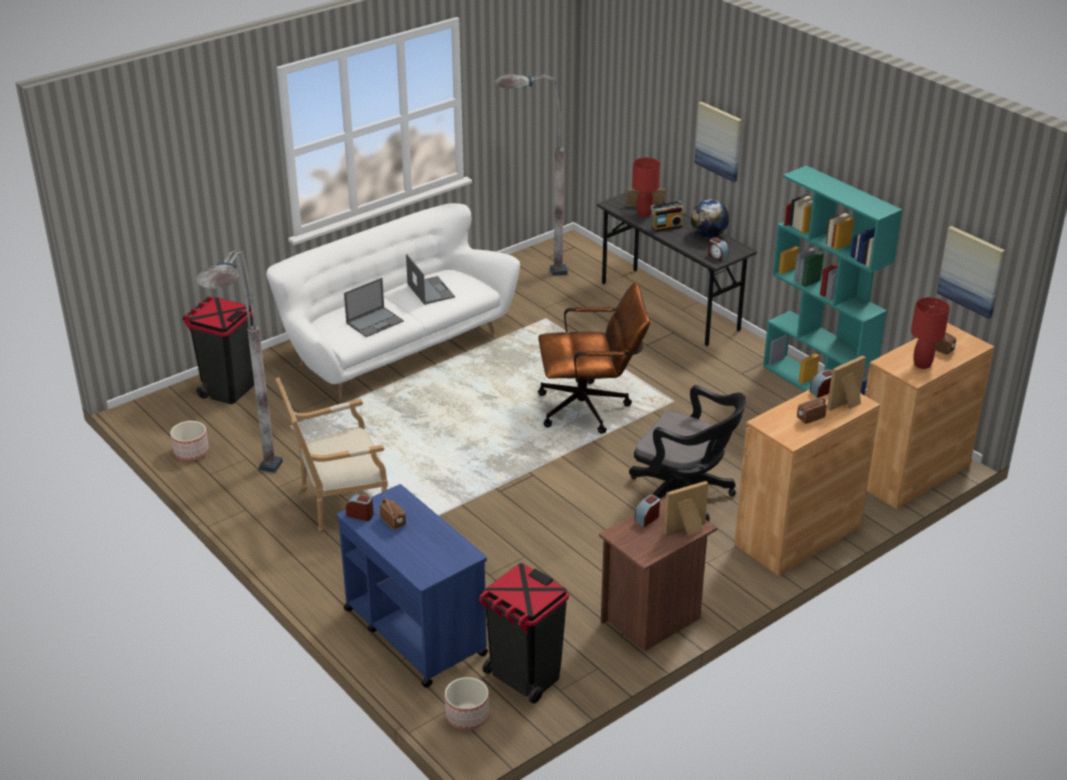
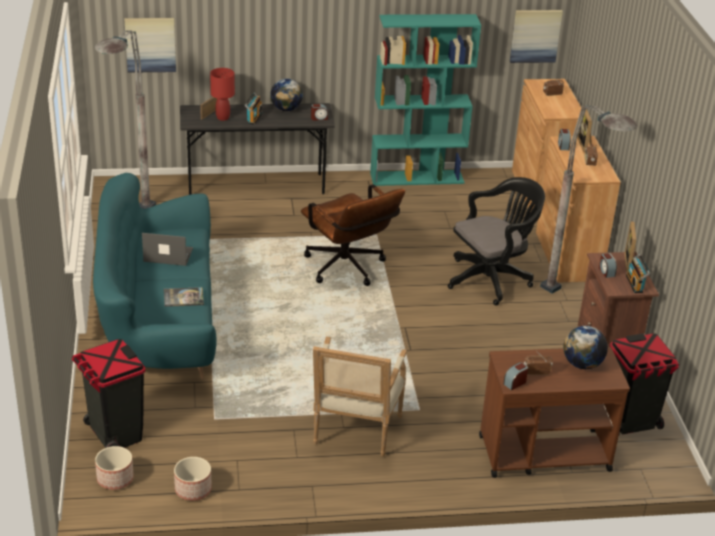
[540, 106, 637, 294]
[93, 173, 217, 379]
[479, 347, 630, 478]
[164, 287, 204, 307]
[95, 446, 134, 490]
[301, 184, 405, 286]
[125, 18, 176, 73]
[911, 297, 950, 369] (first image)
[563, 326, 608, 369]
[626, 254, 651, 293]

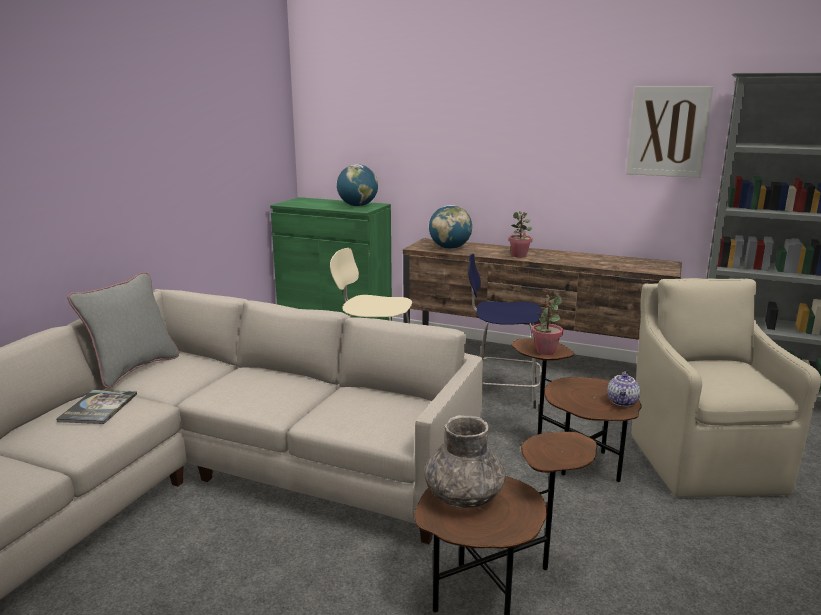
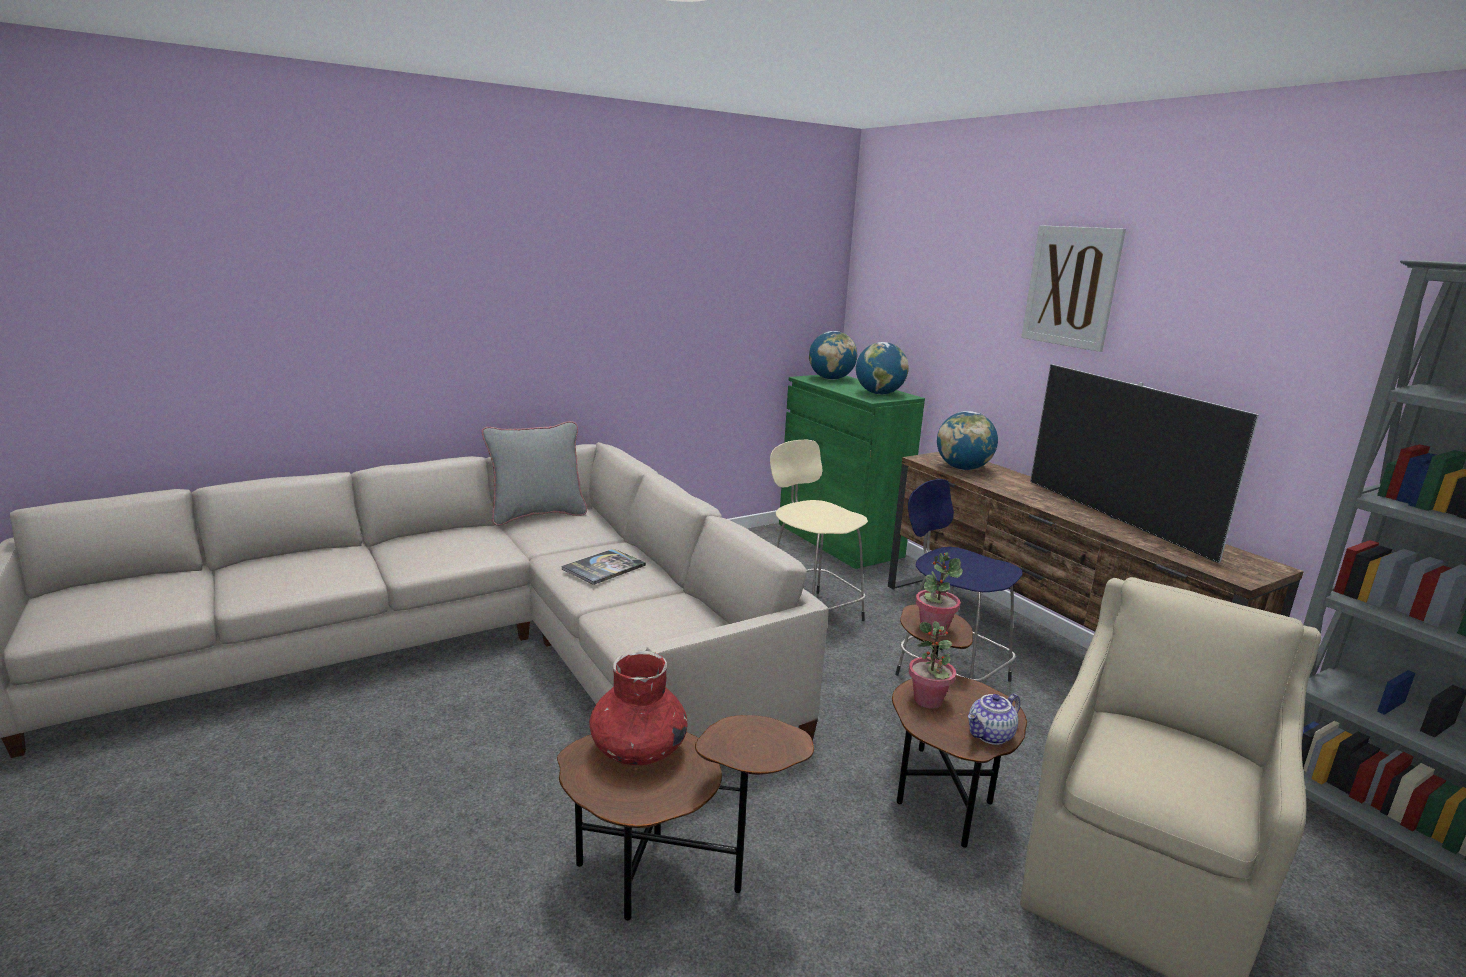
[561, 549, 646, 585]
[589, 651, 687, 765]
[909, 621, 956, 709]
[1021, 225, 1126, 352]
[809, 331, 857, 380]
[1030, 364, 1259, 563]

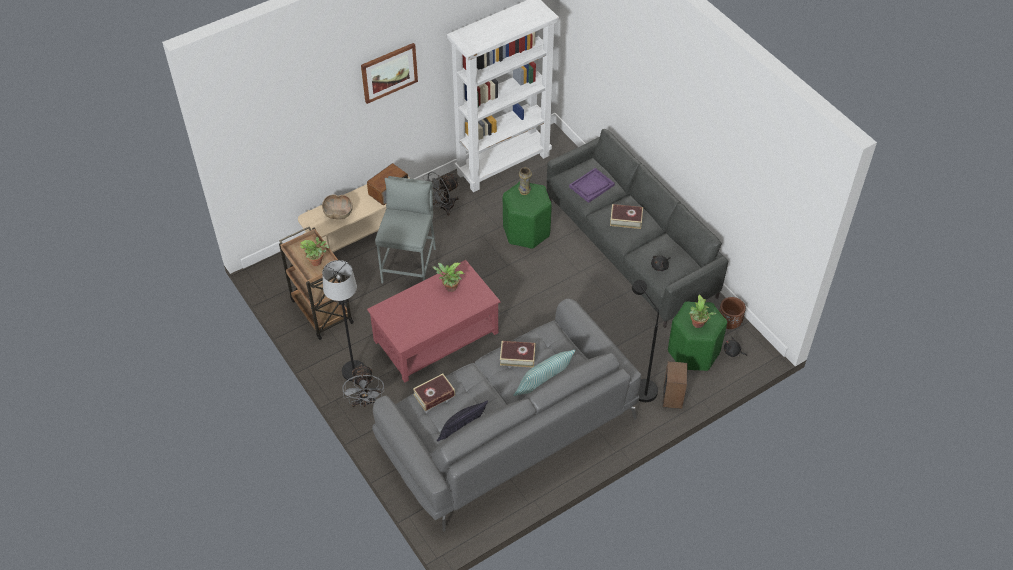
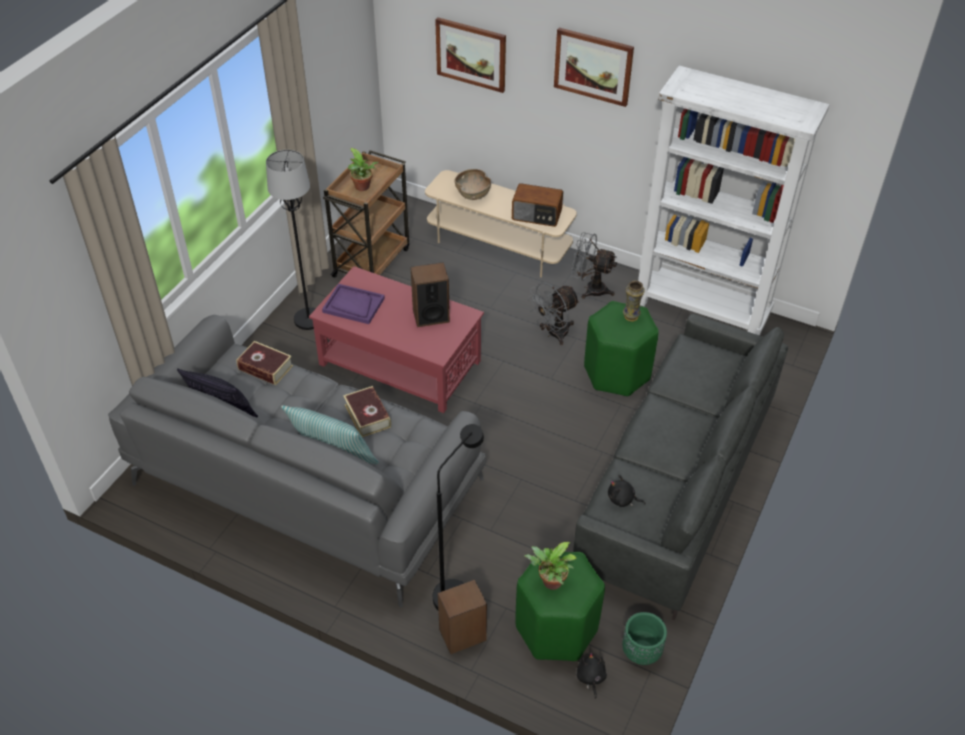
[527, 282, 580, 345]
[375, 176, 436, 283] (first image)
[410, 262, 450, 327]
[322, 284, 385, 324]
[610, 204, 643, 229] (first image)
[622, 612, 667, 665]
[435, 17, 506, 93]

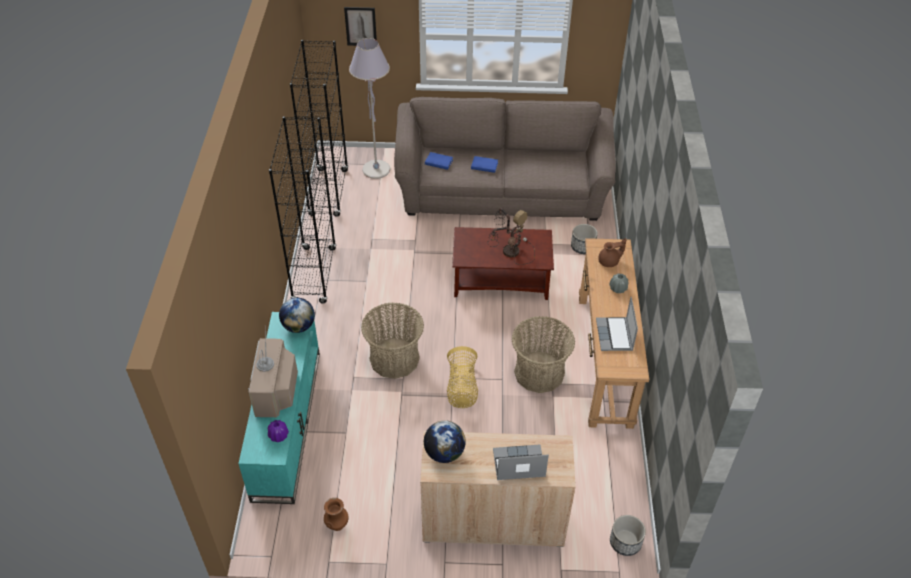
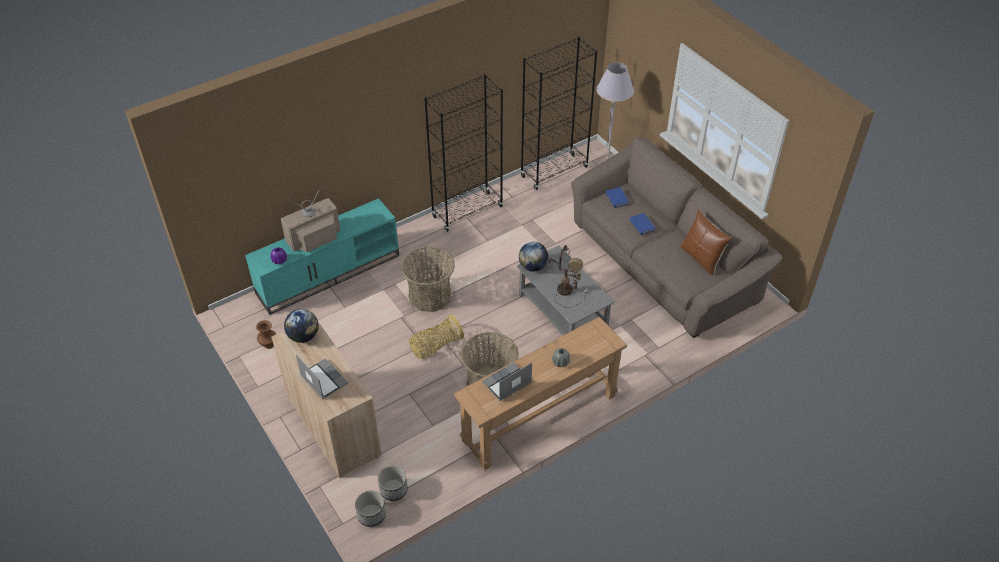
[519, 242, 548, 272]
[344, 7, 377, 46] (first image)
[517, 246, 615, 336]
[378, 466, 408, 501]
[598, 238, 627, 267] (first image)
[680, 209, 732, 275]

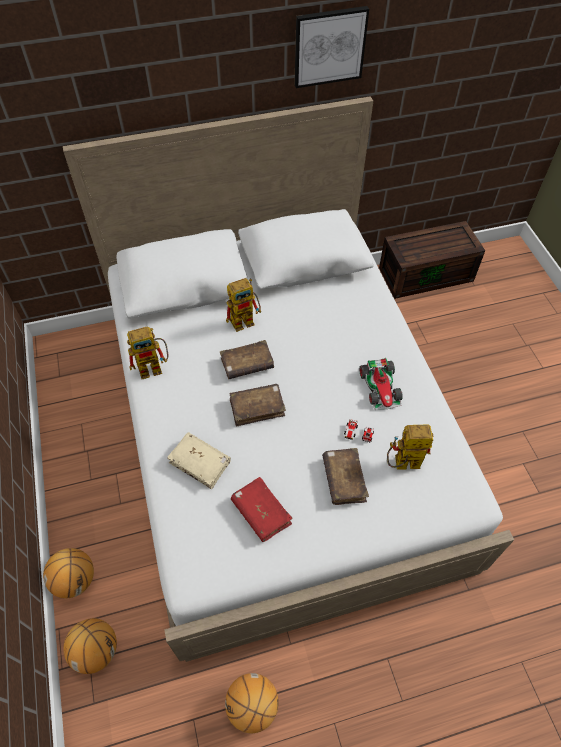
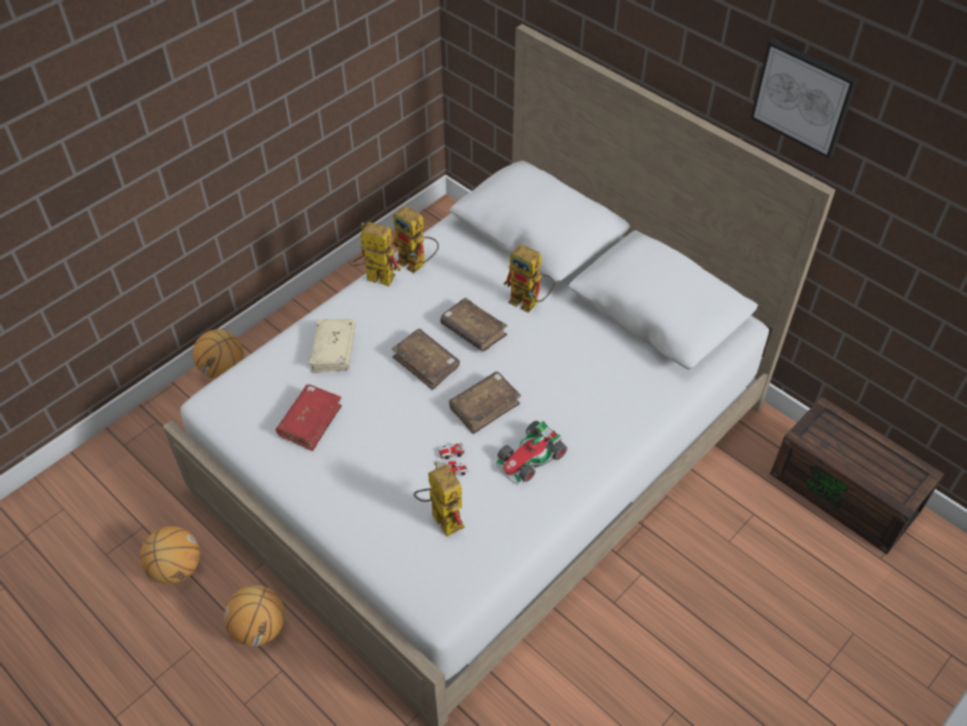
[224, 585, 285, 646]
[449, 372, 521, 434]
[349, 222, 401, 286]

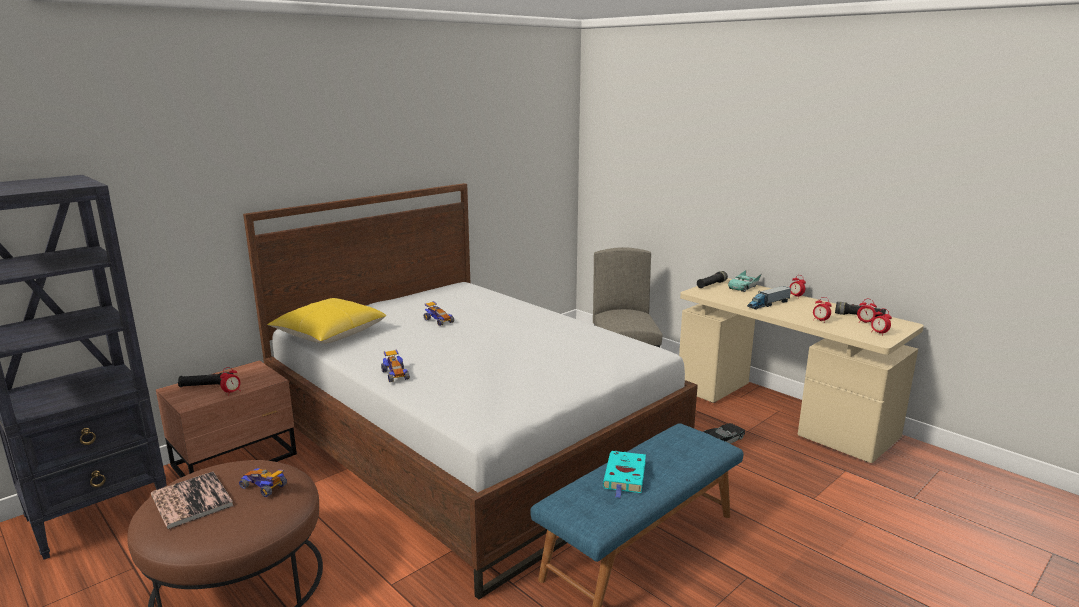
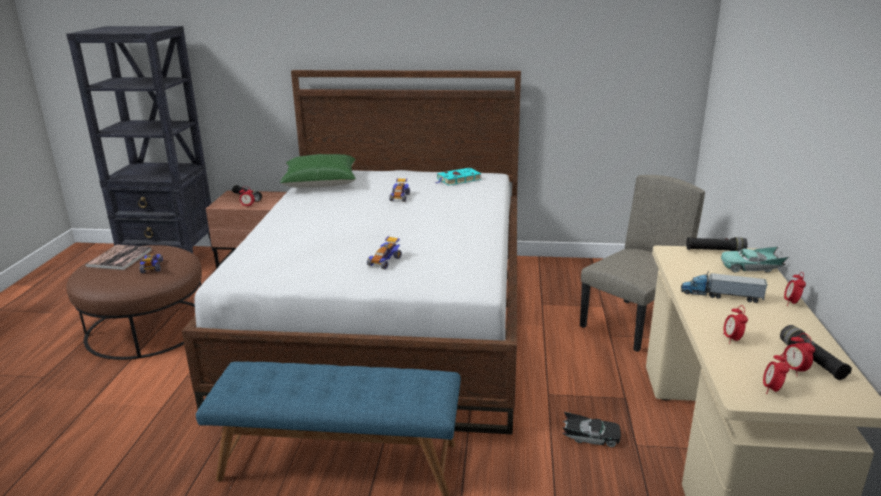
[280, 154, 356, 188]
[367, 236, 402, 269]
[435, 168, 482, 185]

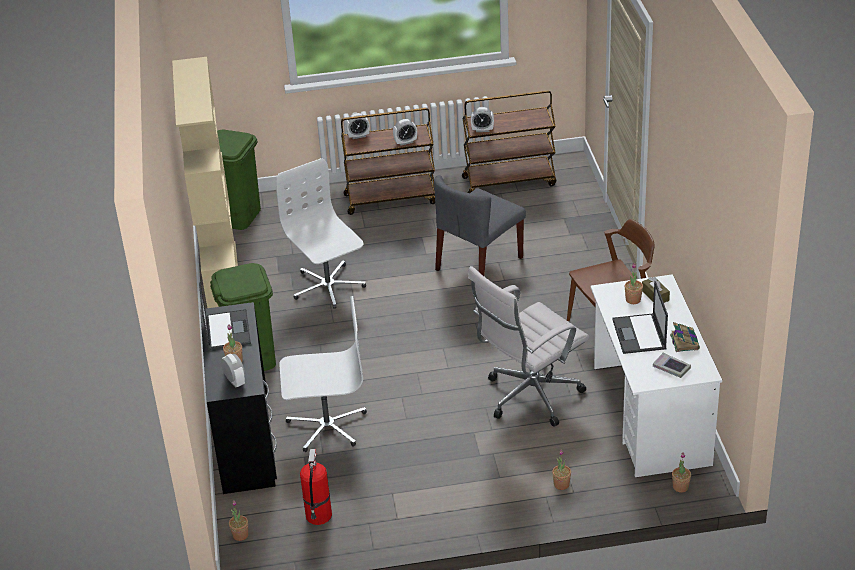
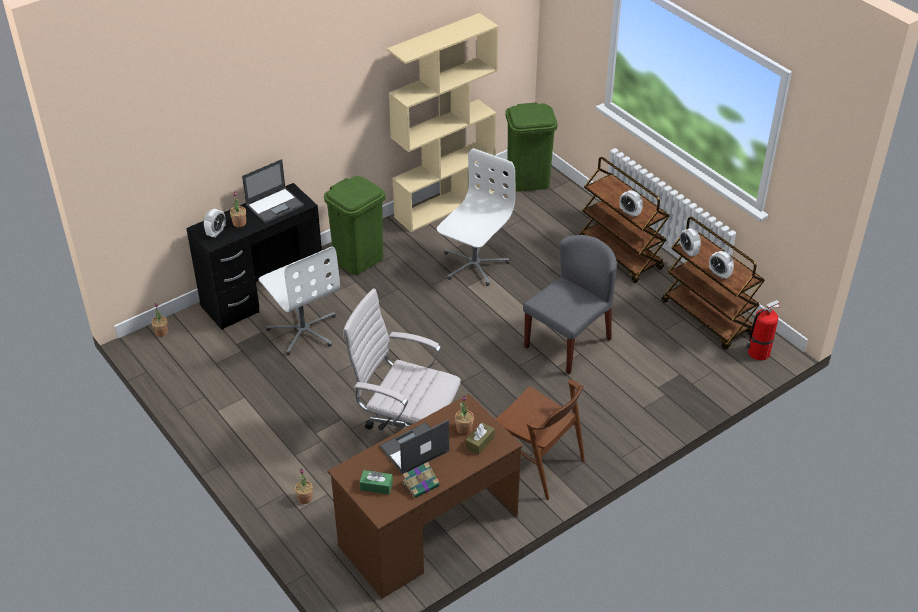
[746, 300, 780, 360]
[709, 251, 734, 279]
[523, 235, 617, 374]
[328, 394, 523, 599]
[360, 470, 393, 495]
[672, 452, 691, 493] (first image)

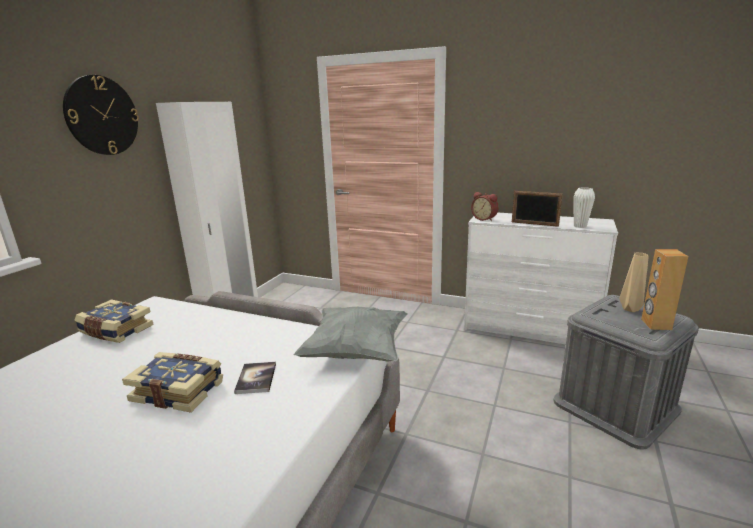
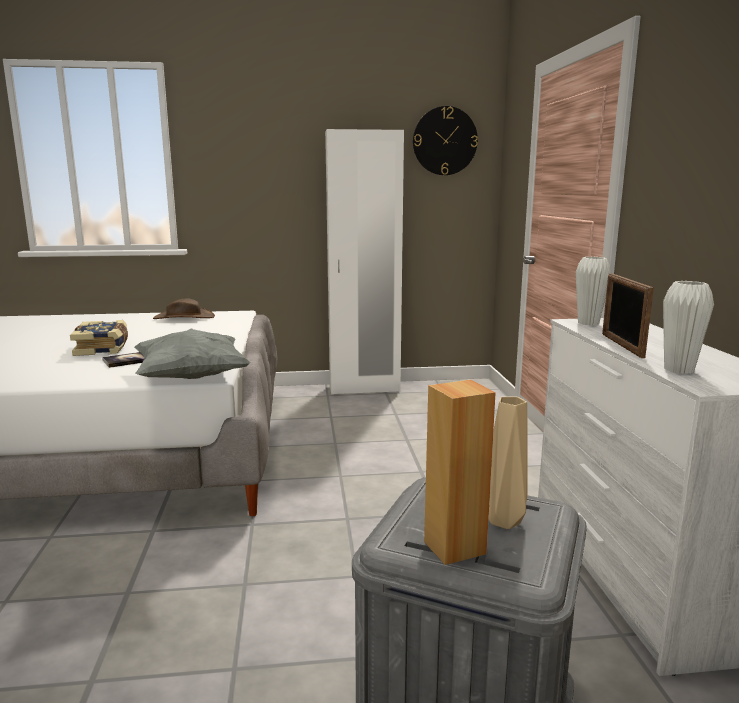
[413, 106, 478, 175]
[153, 298, 215, 319]
[576, 257, 611, 325]

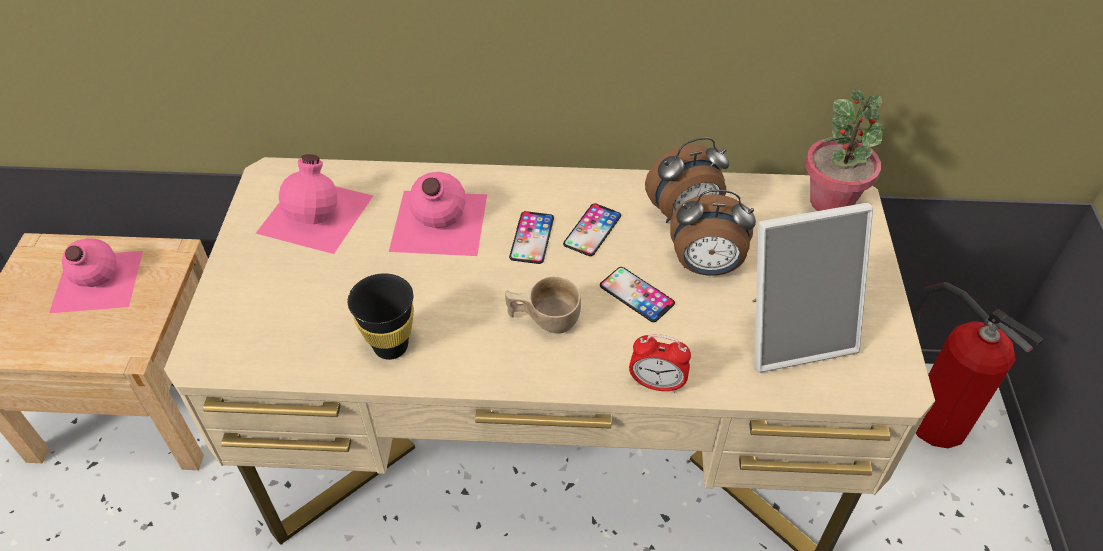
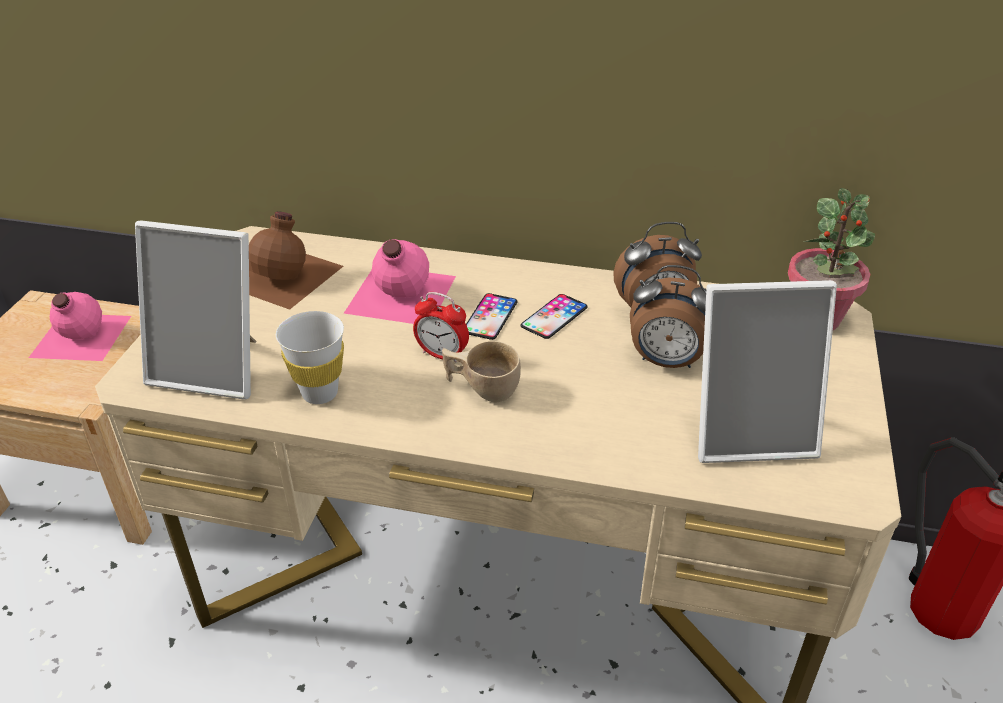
[249, 211, 343, 310]
[276, 311, 344, 404]
[600, 267, 675, 322] (first image)
[413, 292, 469, 363]
[135, 220, 256, 400]

